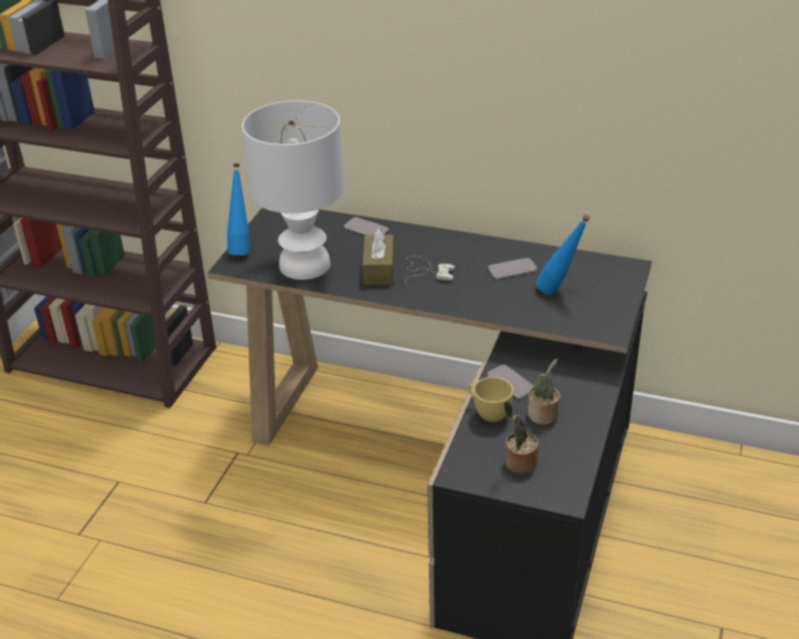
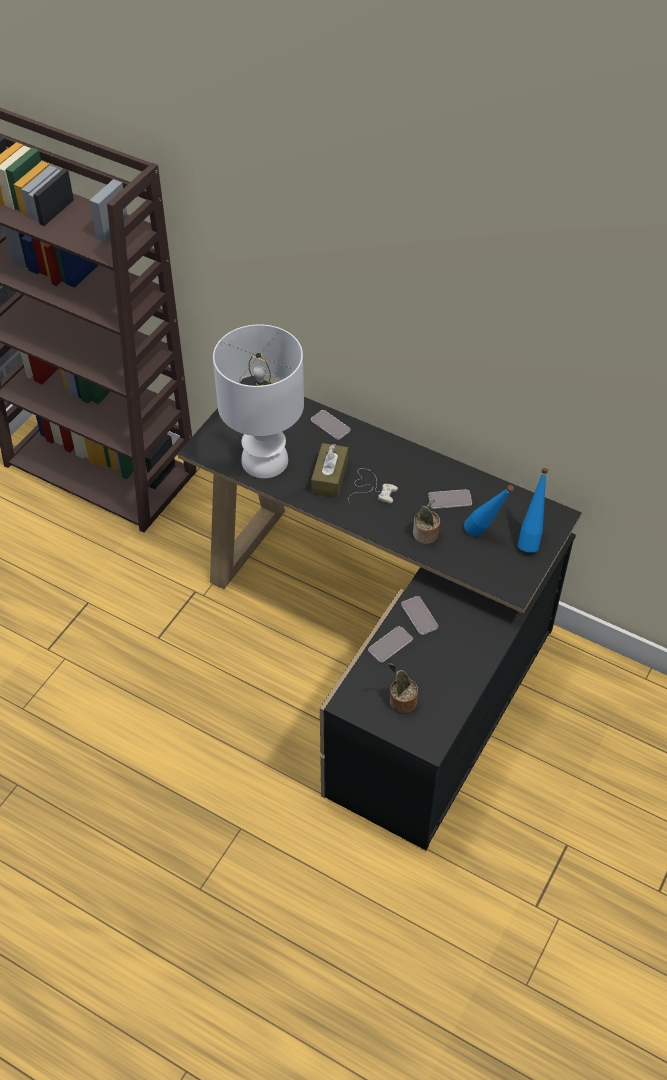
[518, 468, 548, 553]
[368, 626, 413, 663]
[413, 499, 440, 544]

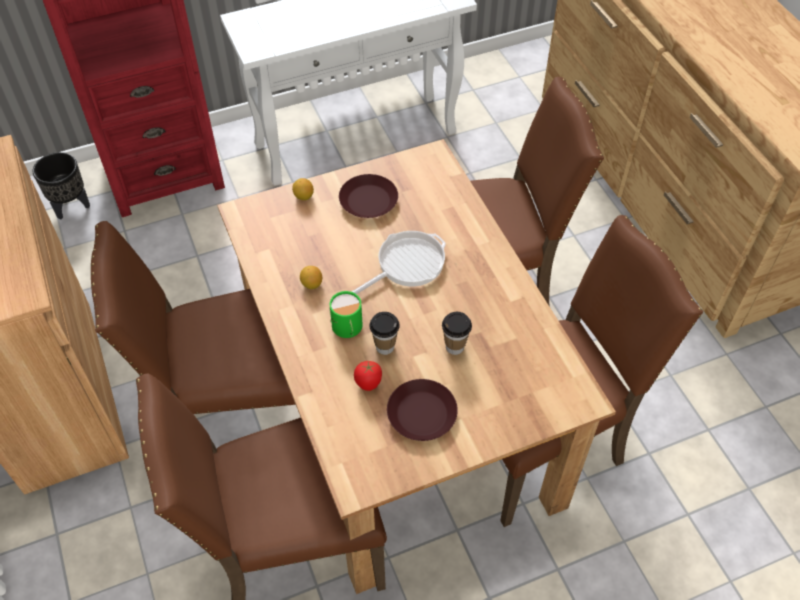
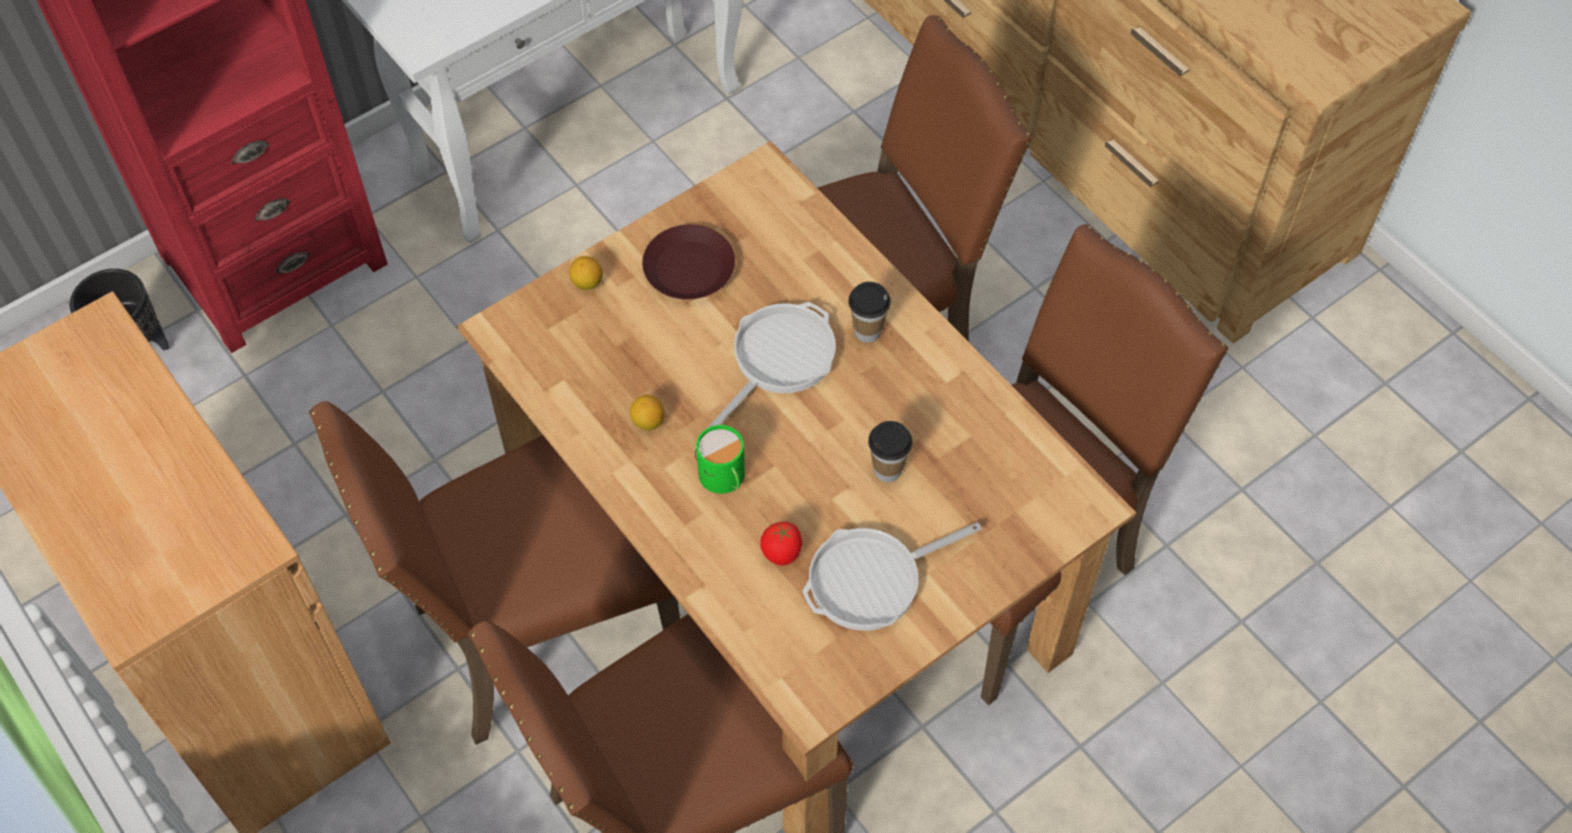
[848, 282, 891, 343]
[802, 522, 981, 631]

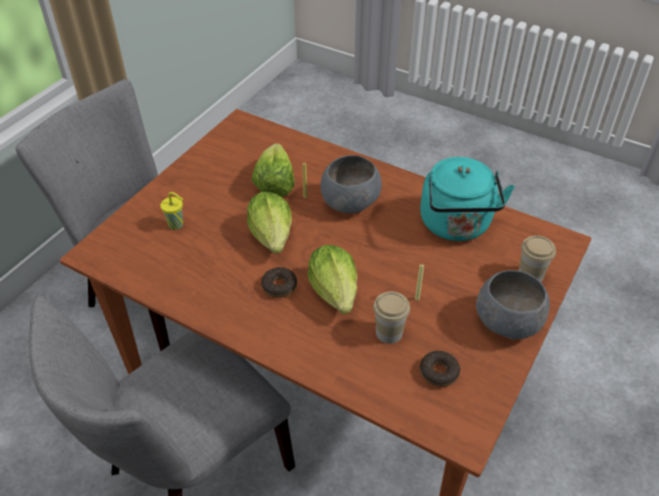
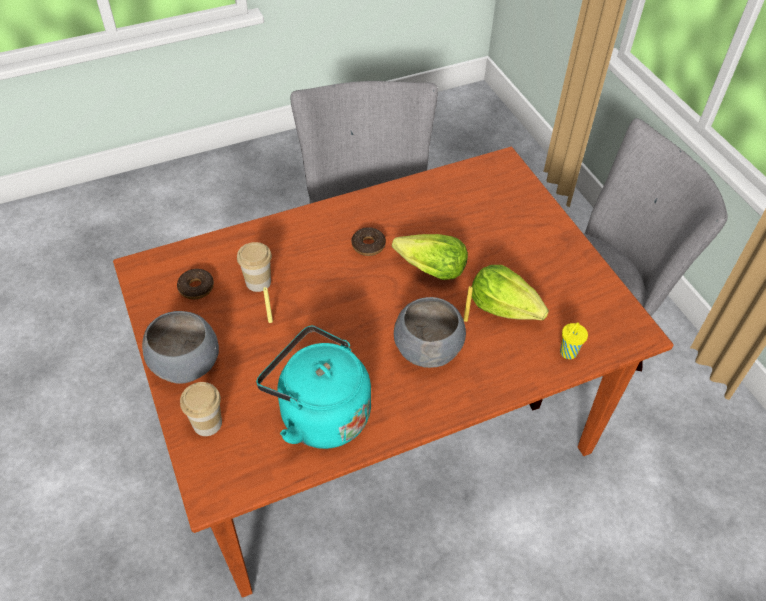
[560, 322, 588, 359]
[307, 245, 357, 314] (first image)

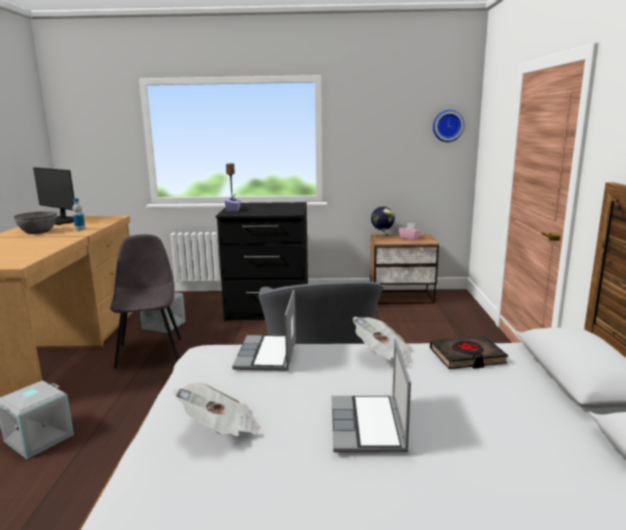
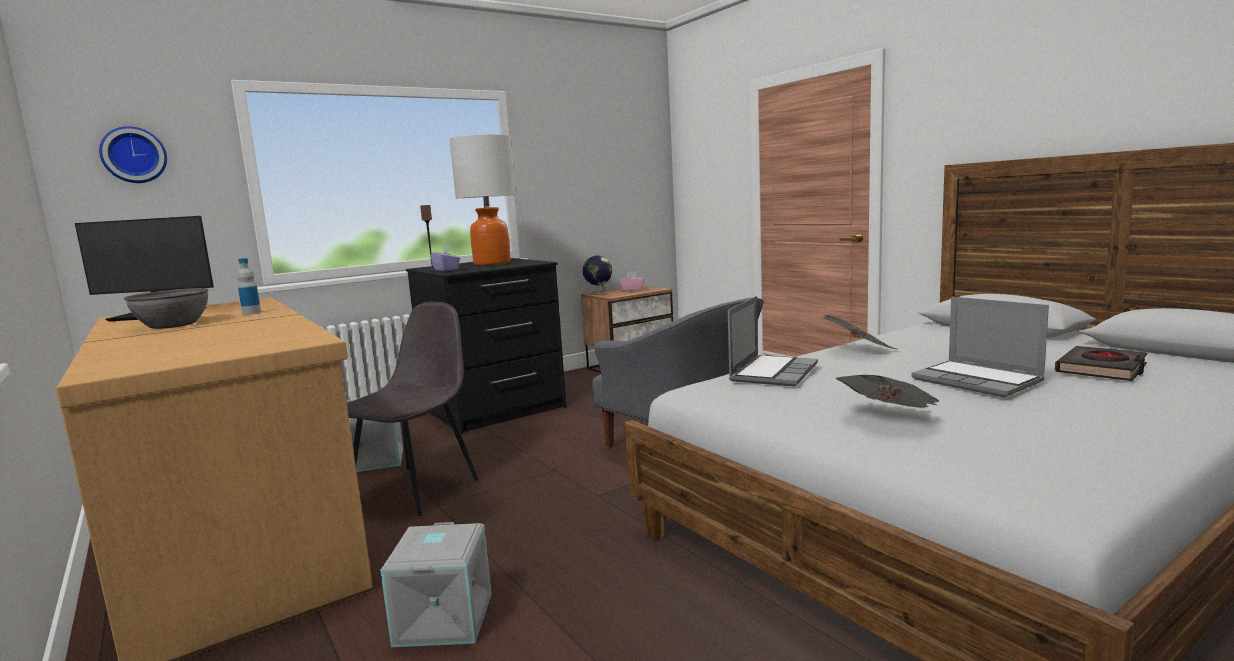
[347, 302, 478, 516]
[728, 296, 818, 387]
[1055, 346, 1147, 381]
[99, 126, 167, 183]
[449, 134, 516, 265]

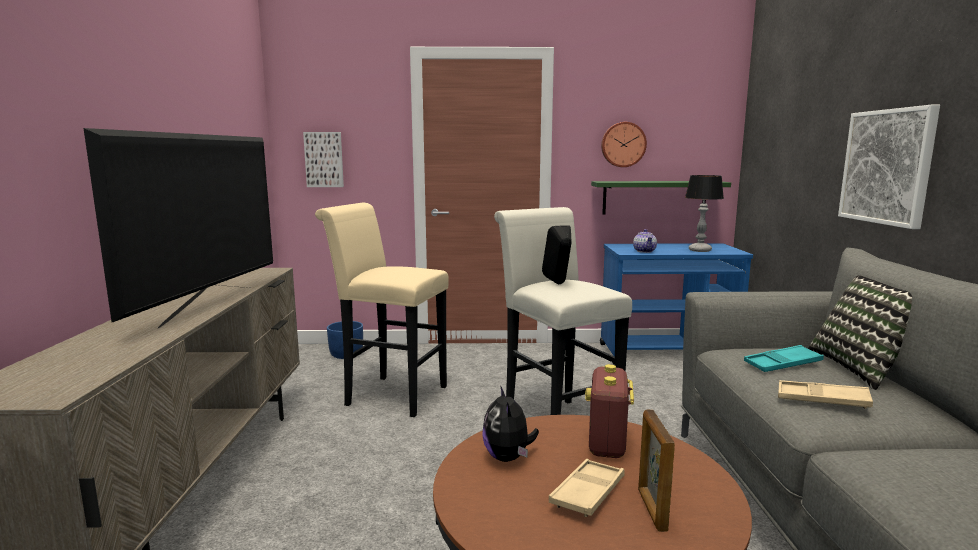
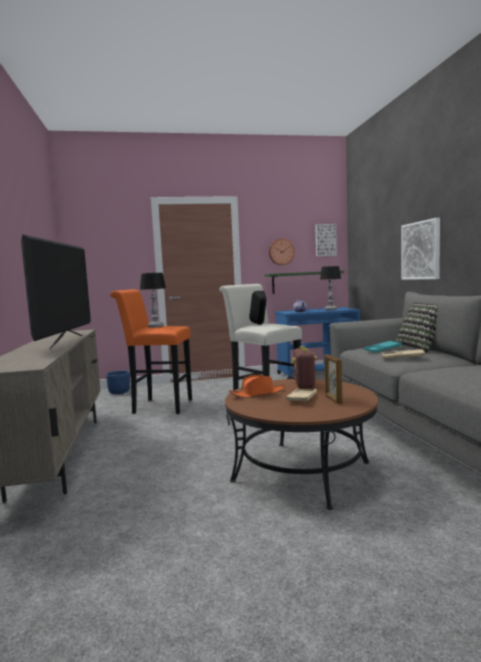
[315, 224, 337, 257]
[110, 289, 192, 414]
[229, 375, 286, 398]
[140, 273, 166, 328]

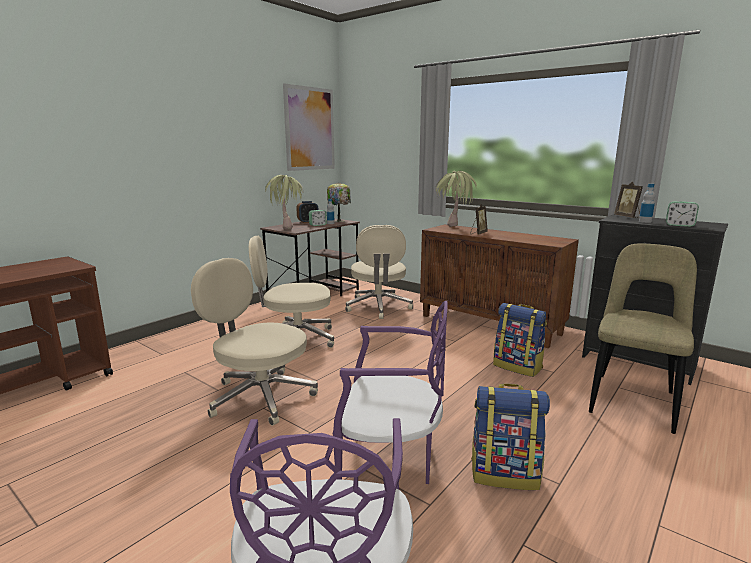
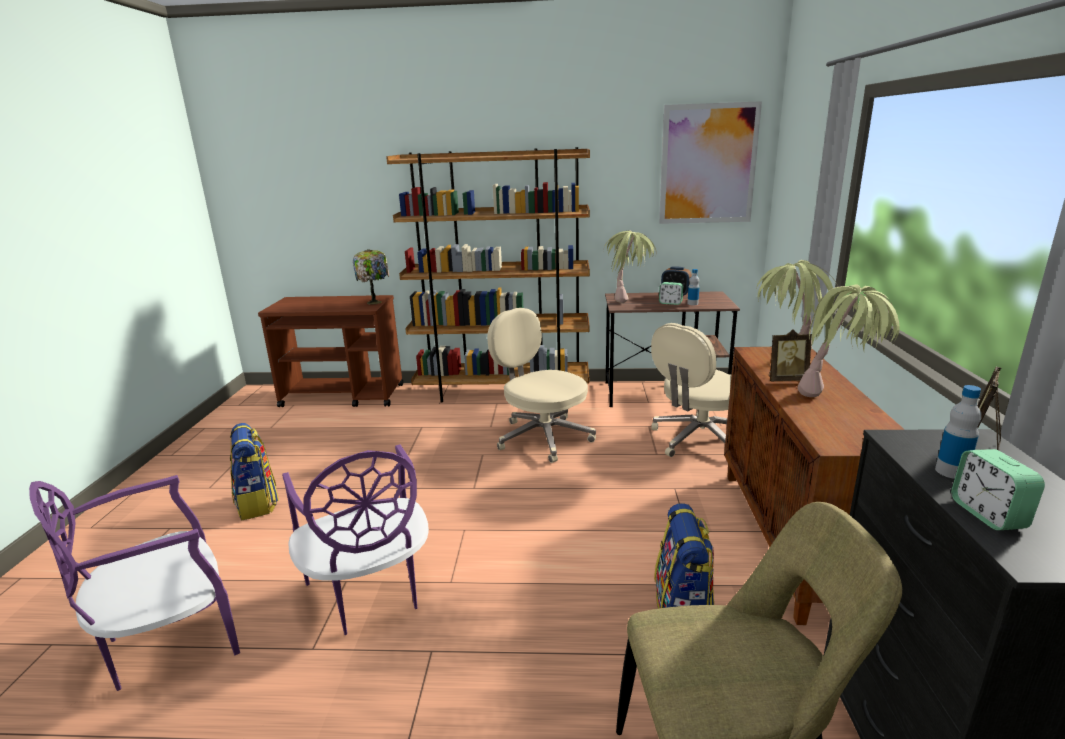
[191, 258, 318, 426] (first image)
[353, 249, 389, 305]
[230, 423, 279, 520]
[386, 147, 590, 402]
[798, 284, 900, 397]

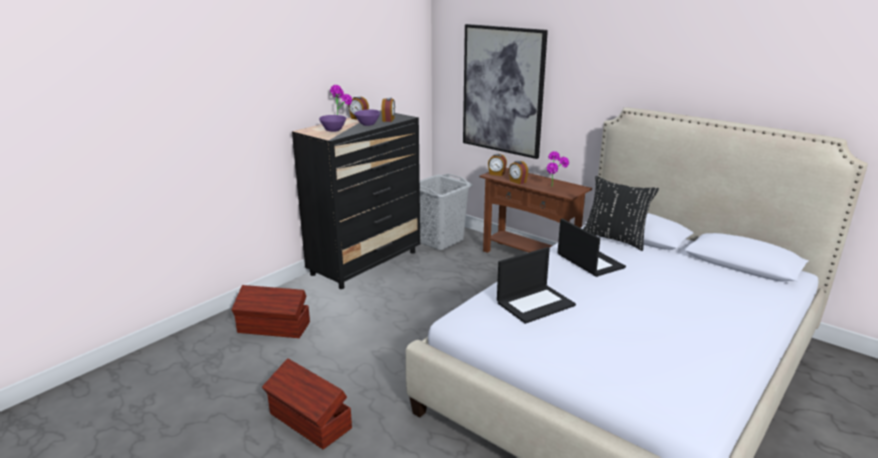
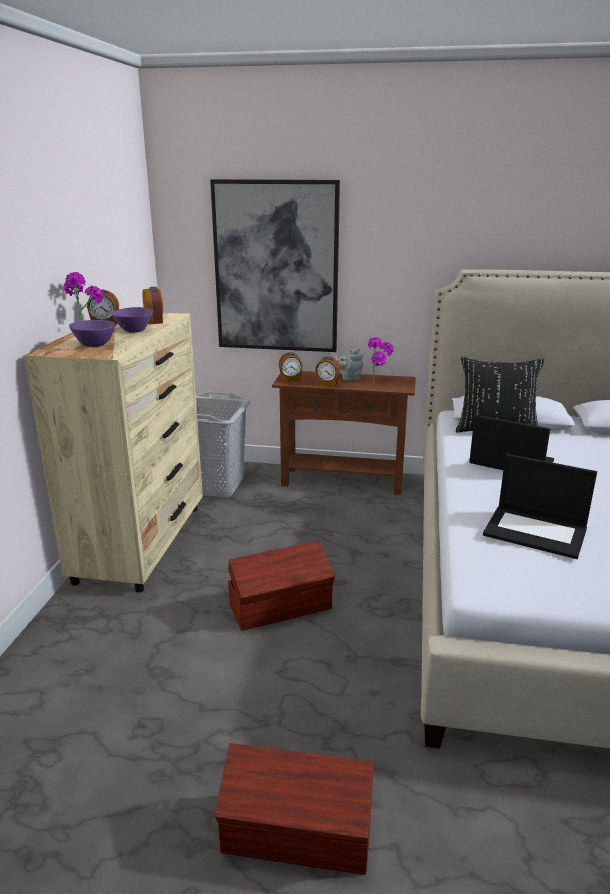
[228, 541, 335, 631]
[24, 313, 203, 593]
[483, 454, 597, 559]
[334, 349, 364, 381]

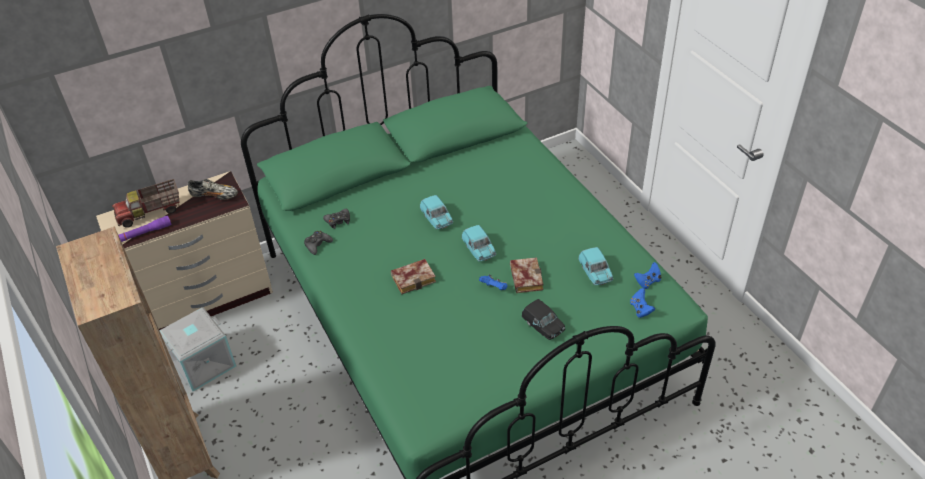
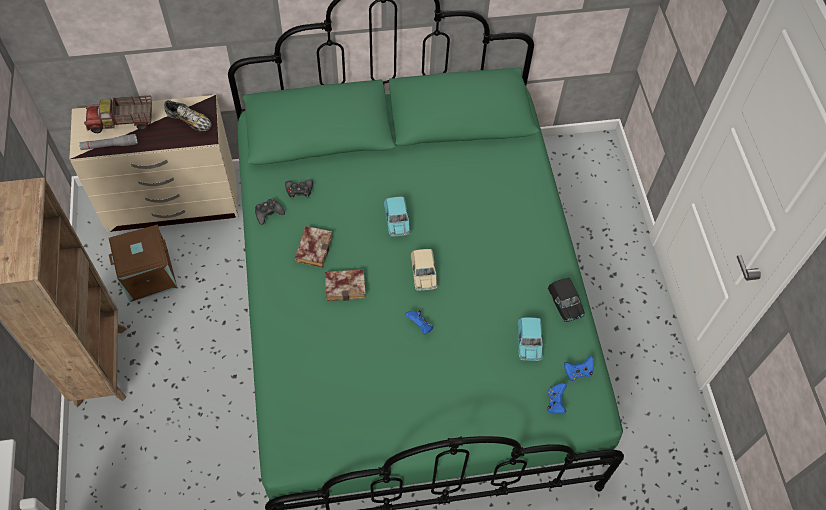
[79, 134, 138, 150]
[109, 224, 178, 302]
[411, 249, 437, 291]
[295, 226, 332, 268]
[548, 278, 584, 322]

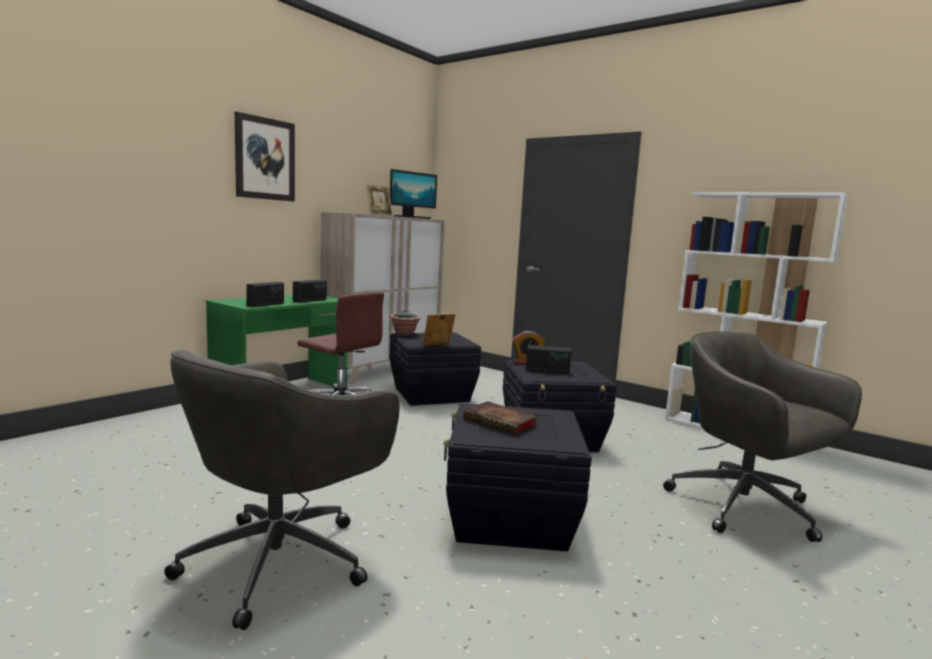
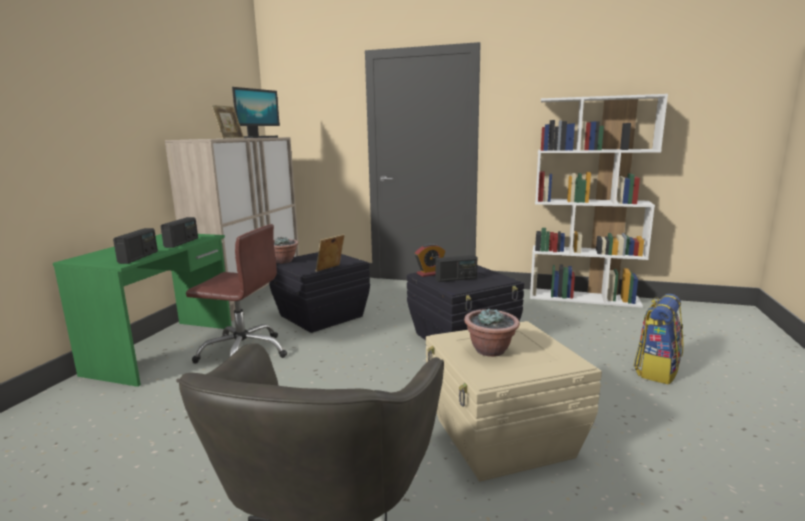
[235, 112, 295, 202] (first image)
[426, 321, 602, 481]
[464, 308, 520, 357]
[634, 294, 683, 385]

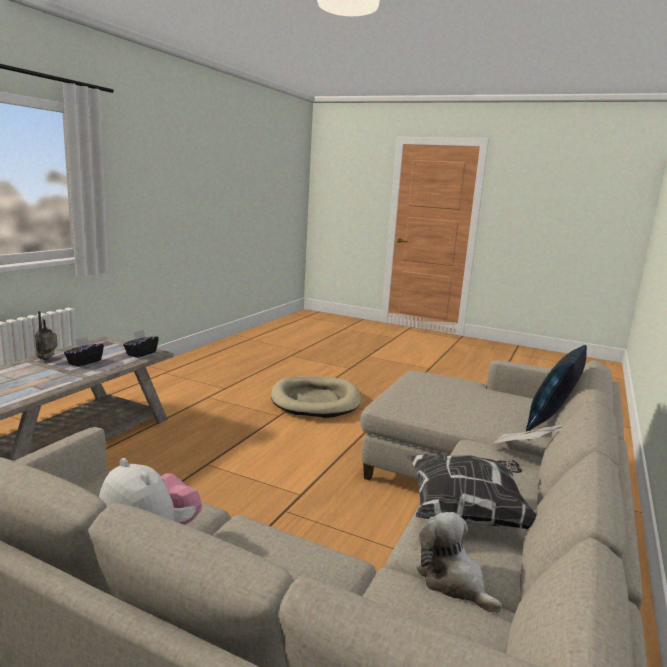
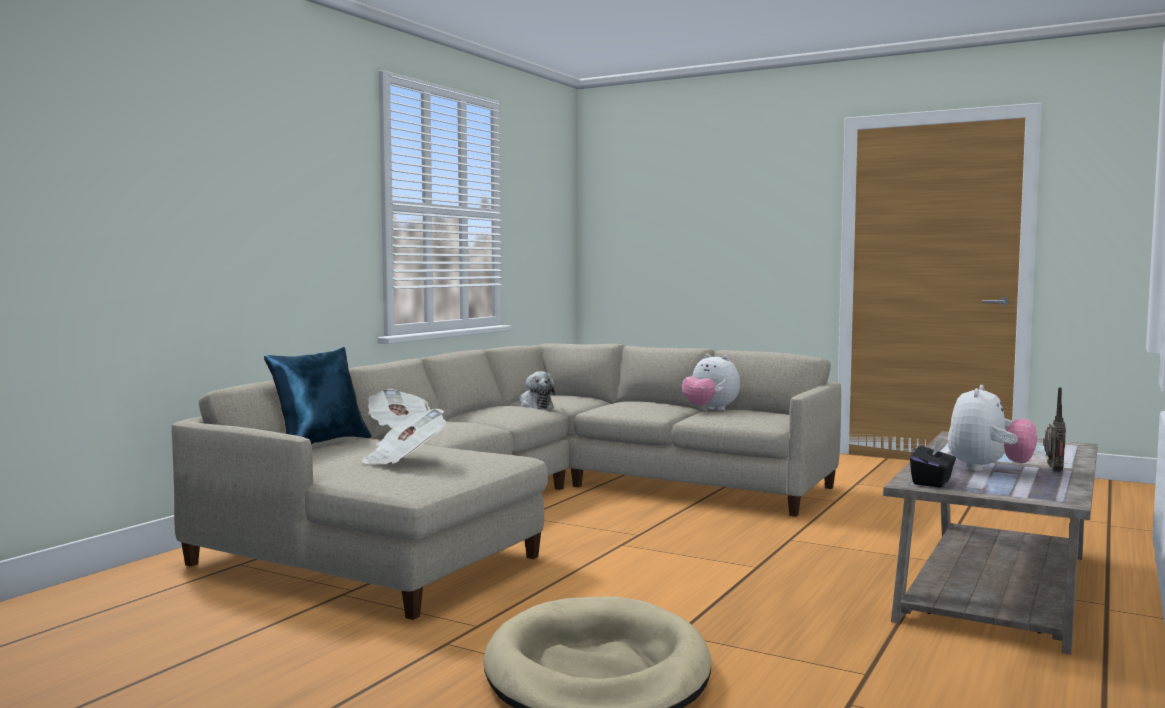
[948, 385, 1037, 471]
[407, 454, 537, 529] (first image)
[362, 409, 447, 464]

